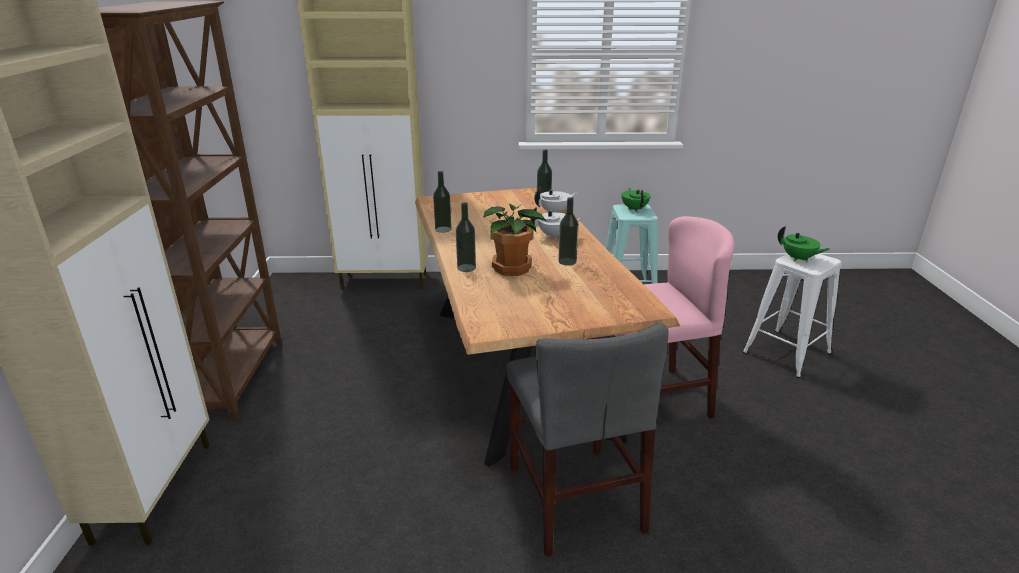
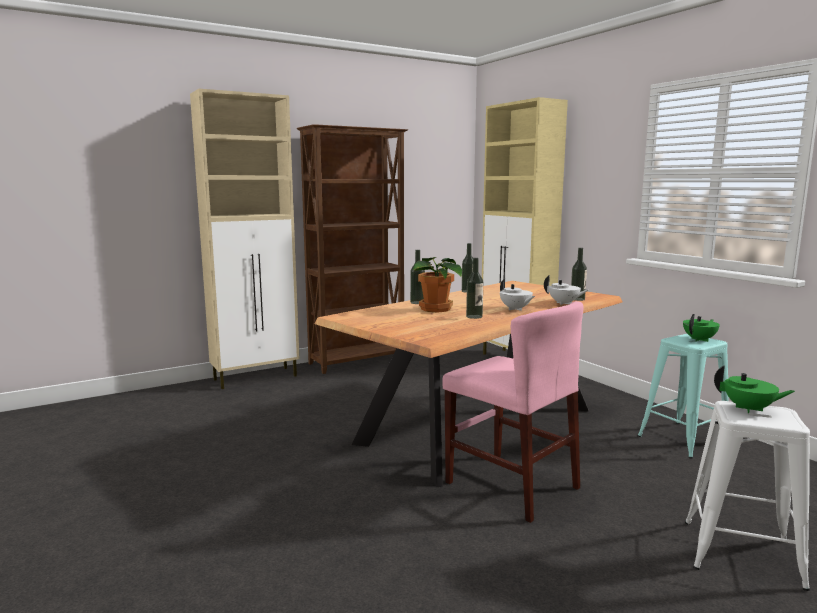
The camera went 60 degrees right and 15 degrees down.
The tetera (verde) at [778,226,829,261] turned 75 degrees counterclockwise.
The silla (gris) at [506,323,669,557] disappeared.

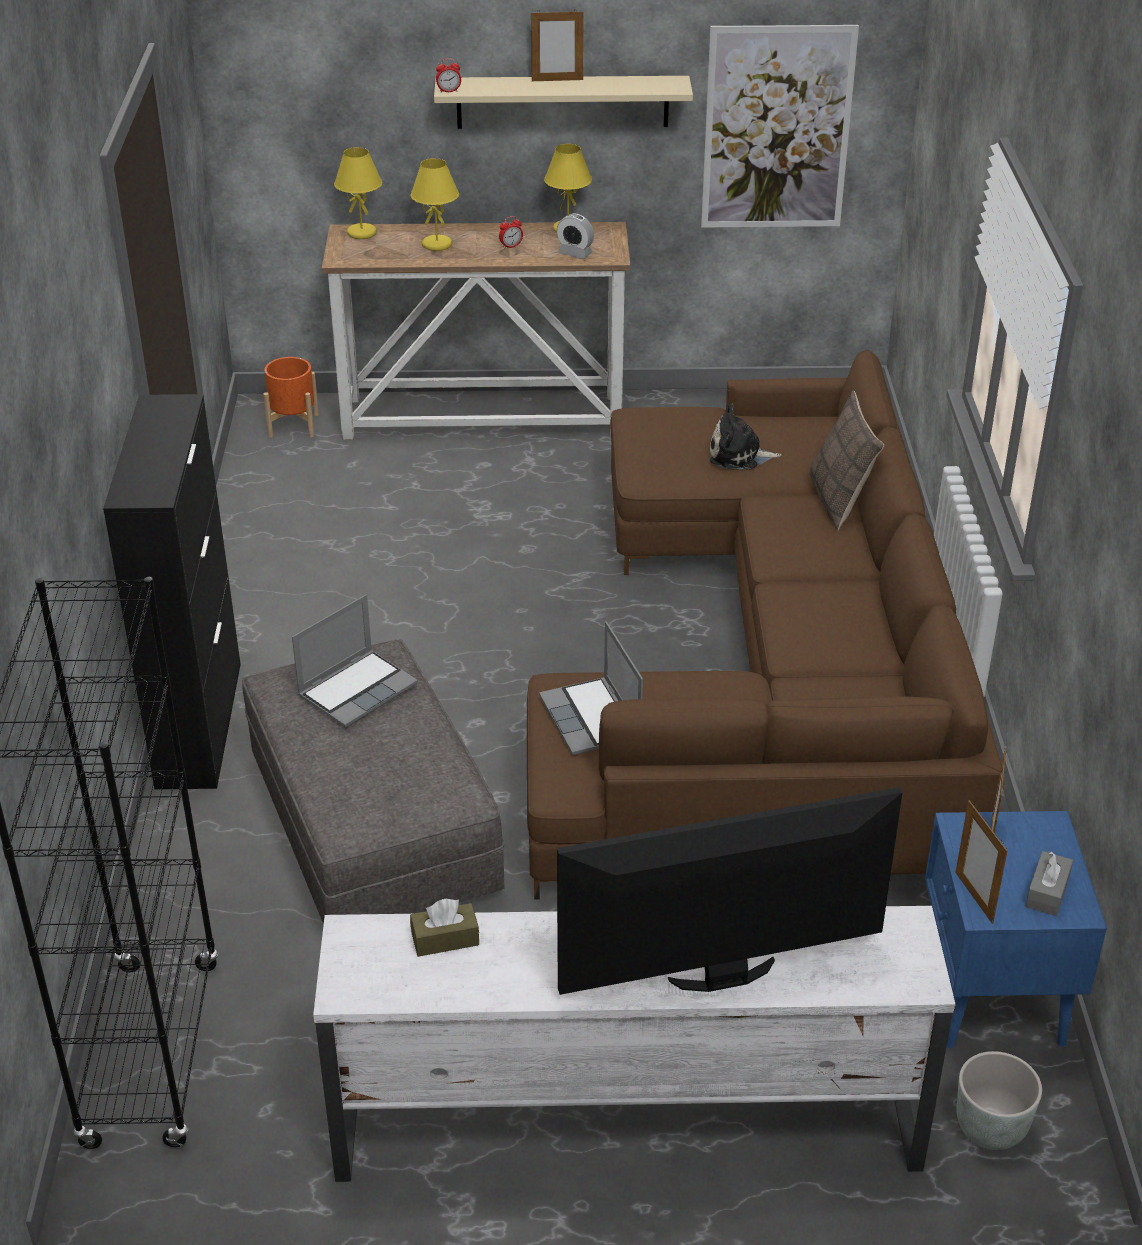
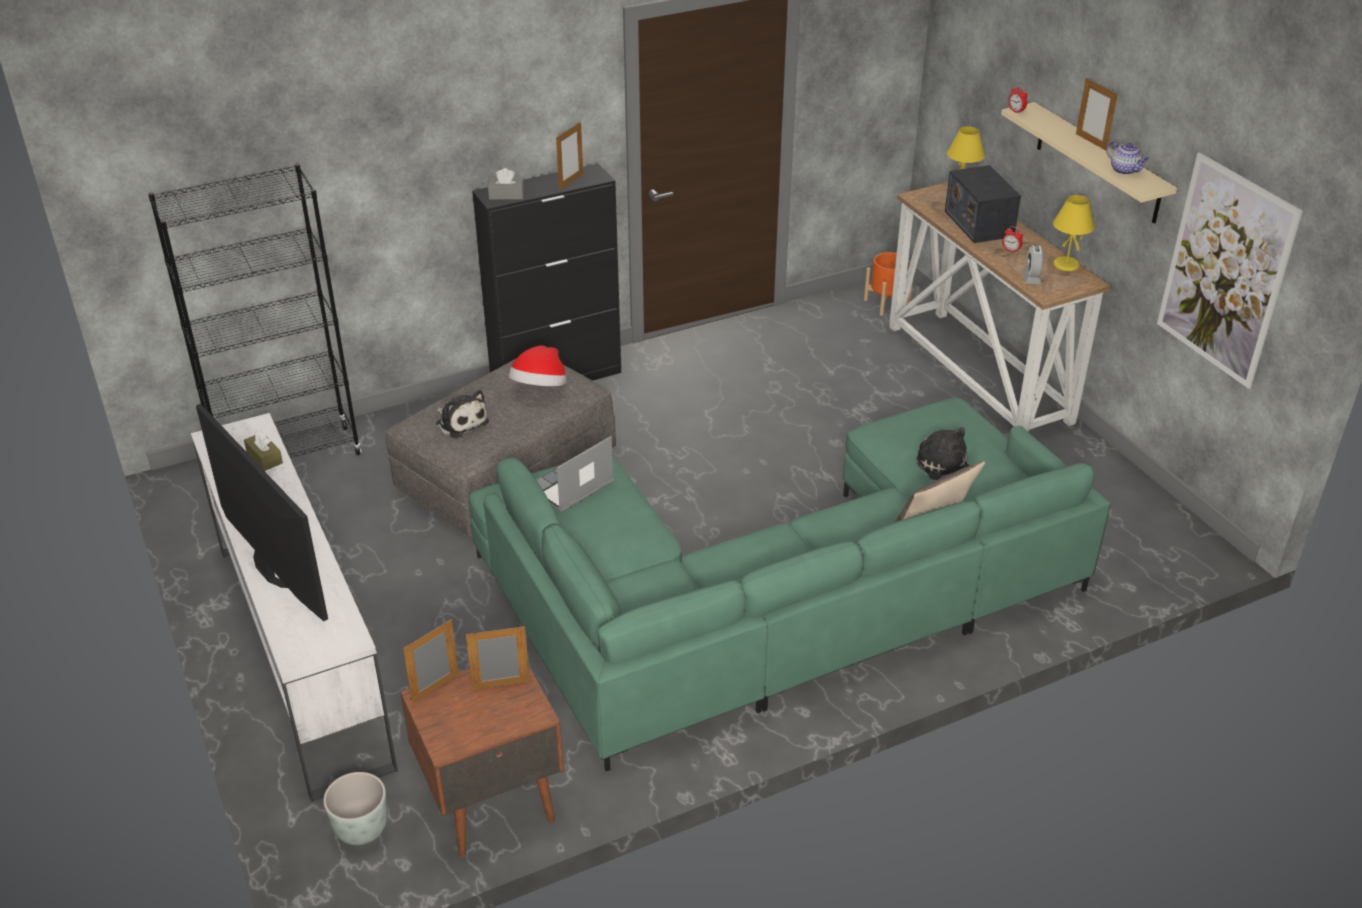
The camera went 65 degrees right and 0 degrees up.
The lámpara de mesa (amarillo) at [411,158,459,251] was replaced by the radio at [945,165,1021,243].
The sofá (marrón) at [527,350,1002,900] became the sofá (verde) at [469,398,1111,772].
The portátil at [292,594,418,728] was replaced by the sombrero at [508,345,566,386].
The mesita de noche (azul) at [925,811,1107,1049] became the mesita de noche (marrón) at [400,665,564,857].
The caja de pañuelos (gris) moved from [1025,851,1073,916] to [488,168,524,200].
The portarretratos at [556,122,583,190] appeared.
The tetera at [1106,141,1149,175] appeared.
The peluche at [436,390,489,439] appeared.

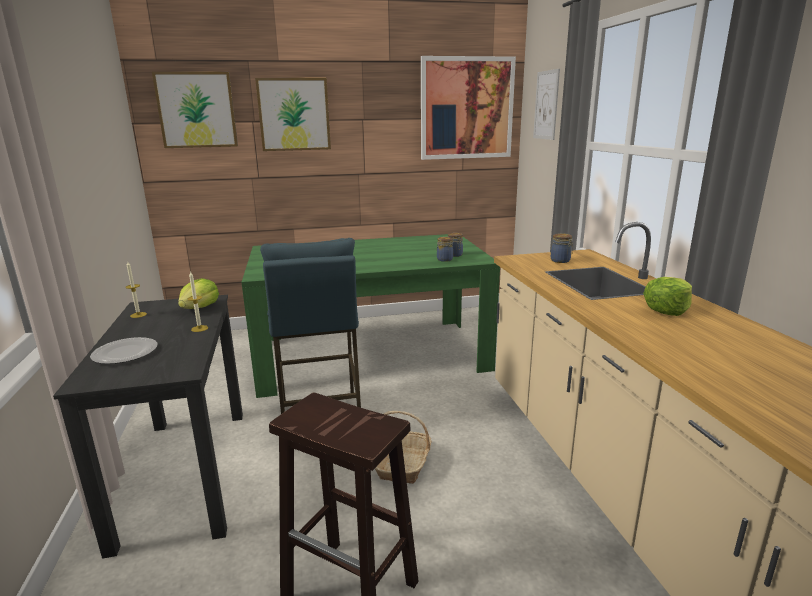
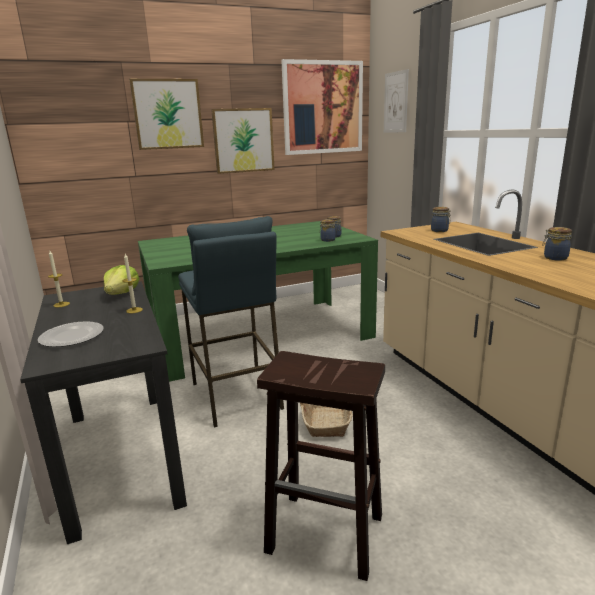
The camera went 10 degrees left and 0 degrees up.
The cuadro moved from [152,72,238,148] to [211,108,275,174].
The lechuga at [643,277,692,316] was replaced by the tarro at [542,227,572,261].

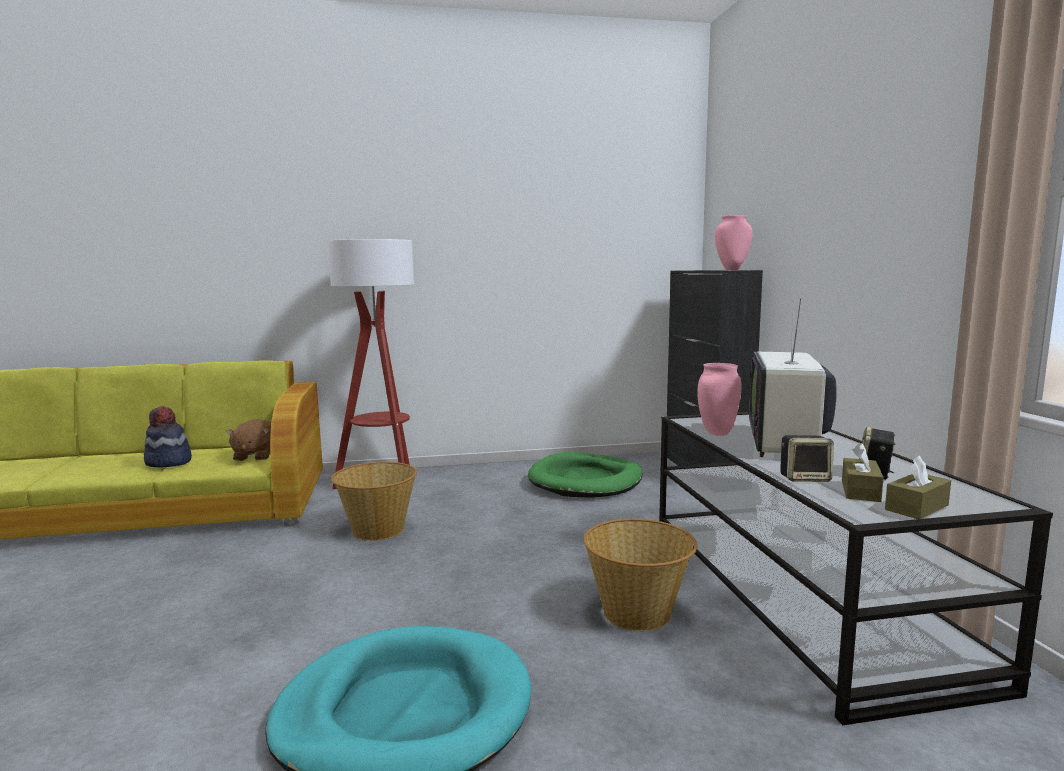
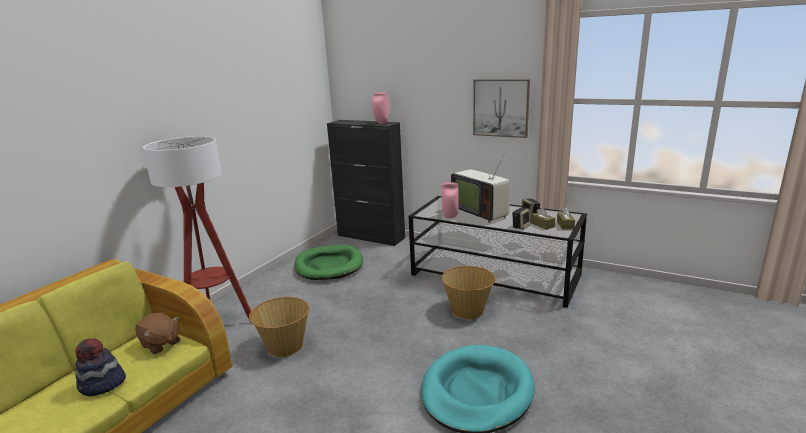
The camera went 50 degrees left and 10 degrees up.
The cuadro at [473,79,530,138] appeared.

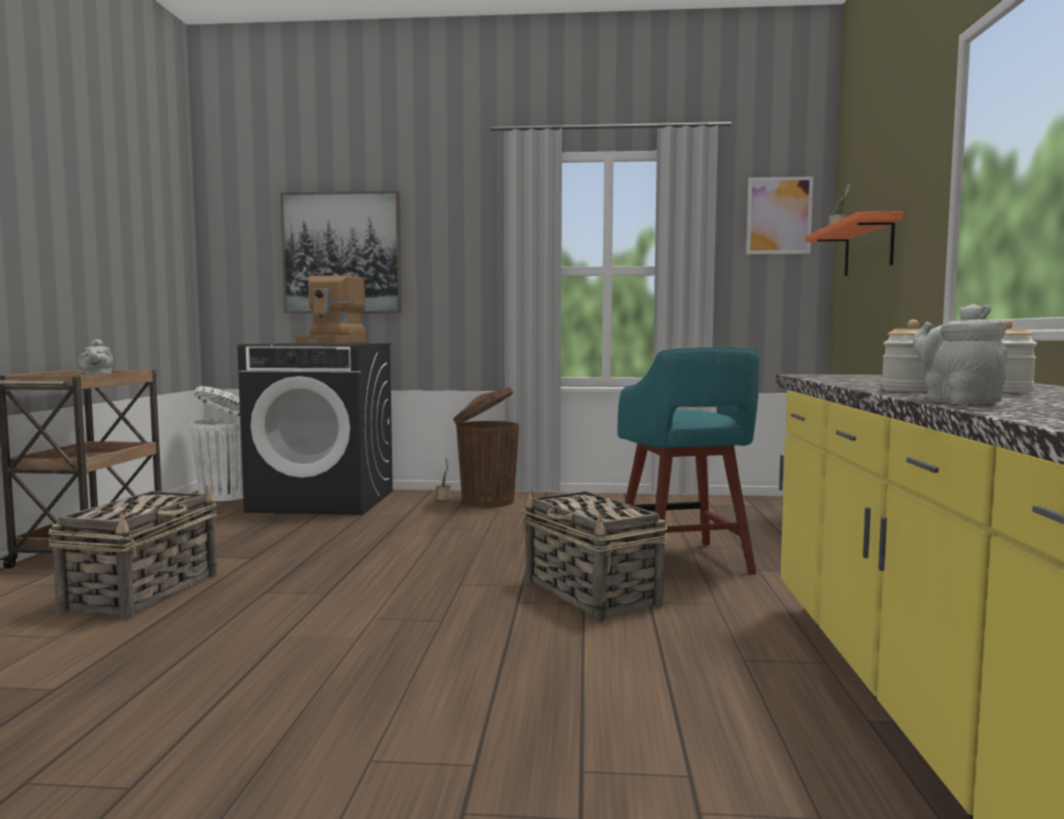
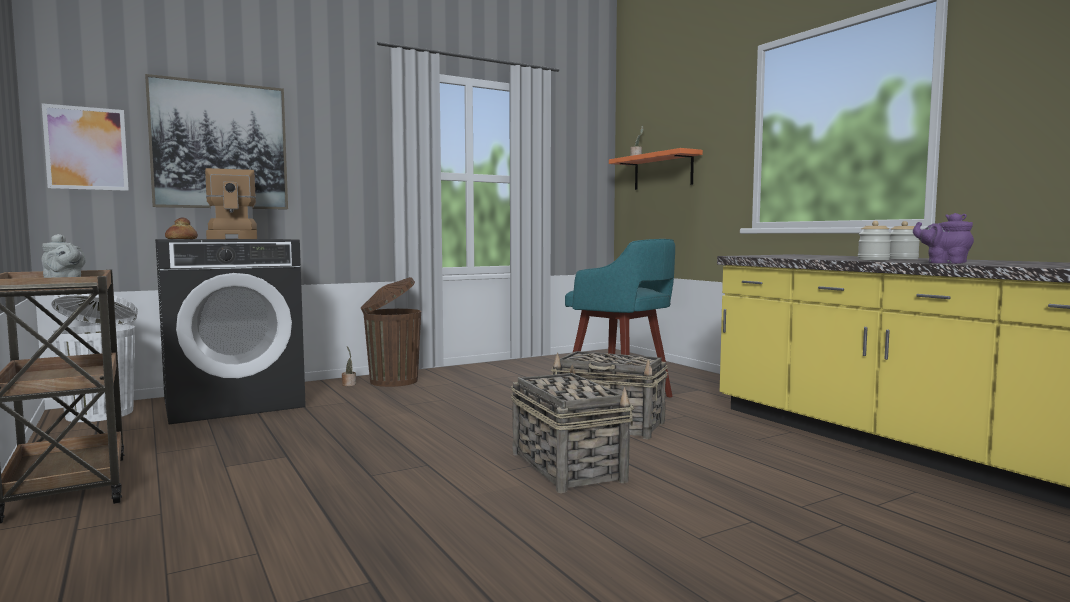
The camera went 35 degrees left and 0 degrees up.
The cuadro moved from [746,177,813,254] to [42,103,129,191].
The tetera (gris) at [913,304,1007,404] became the tetera (morado) at [913,213,974,264].
The cesta moved from [49,485,217,620] to [511,365,634,493].
The pan at [165,217,198,239] appeared.

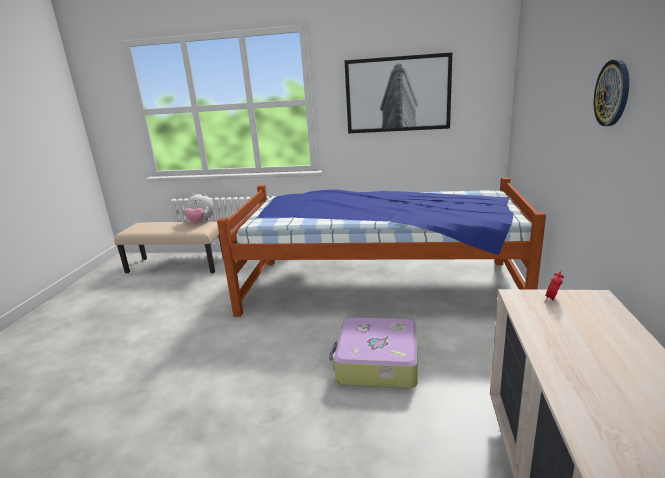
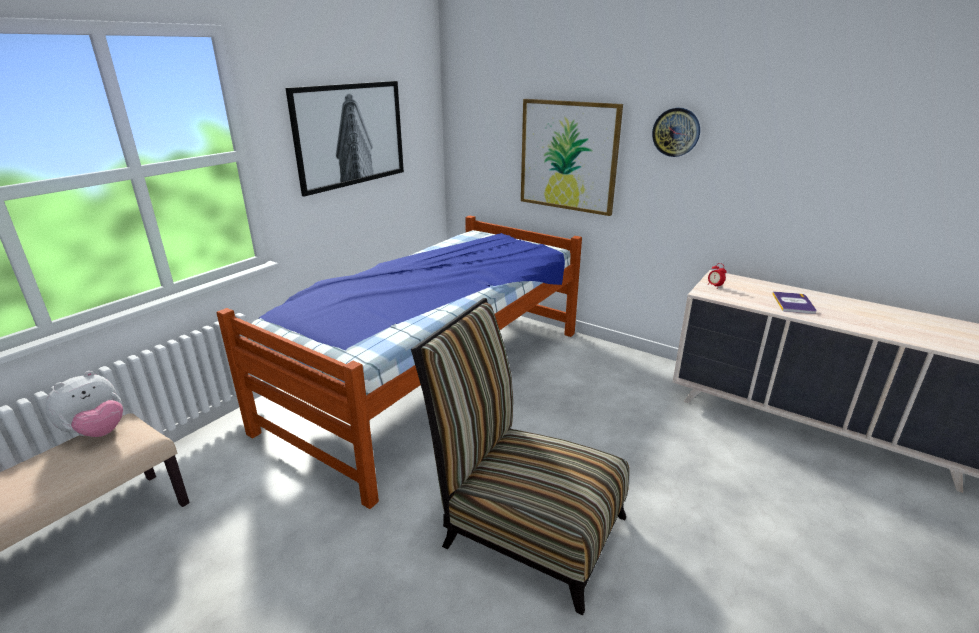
The camera went 65 degrees left and 5 degrees up.
The maleta at [329,317,418,389] disappeared.
The cuadro at [521,99,623,216] appeared.
The libro at [772,291,817,314] appeared.
The silla at [411,298,629,615] appeared.

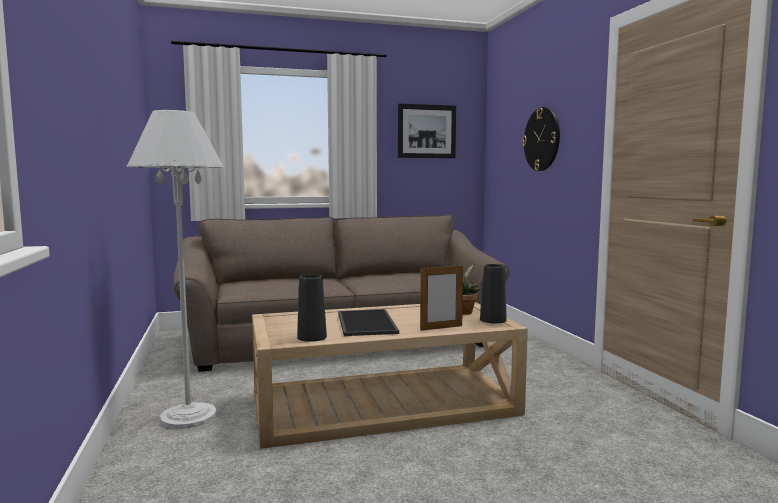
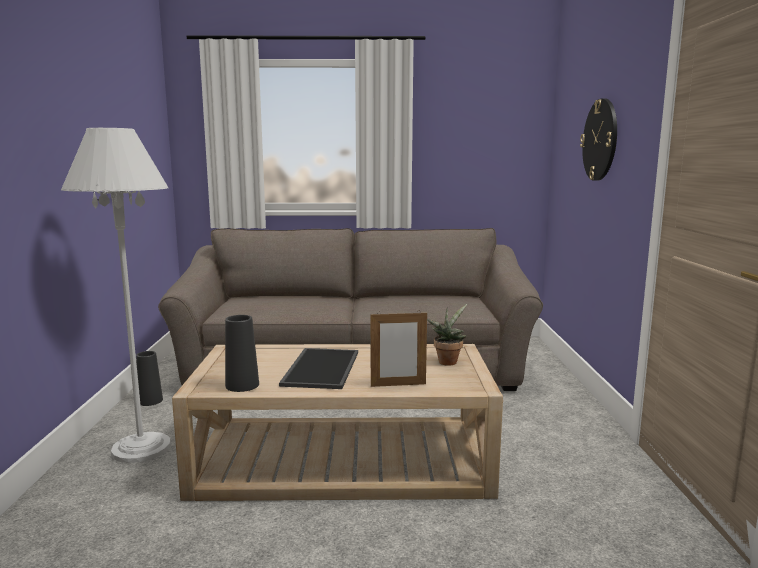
The camera went 15 degrees right and 5 degrees up.
The cuadro at [398,103,456,158] disappeared.
The florero (negro) moved from [480,264,507,323] to [136,351,163,406].

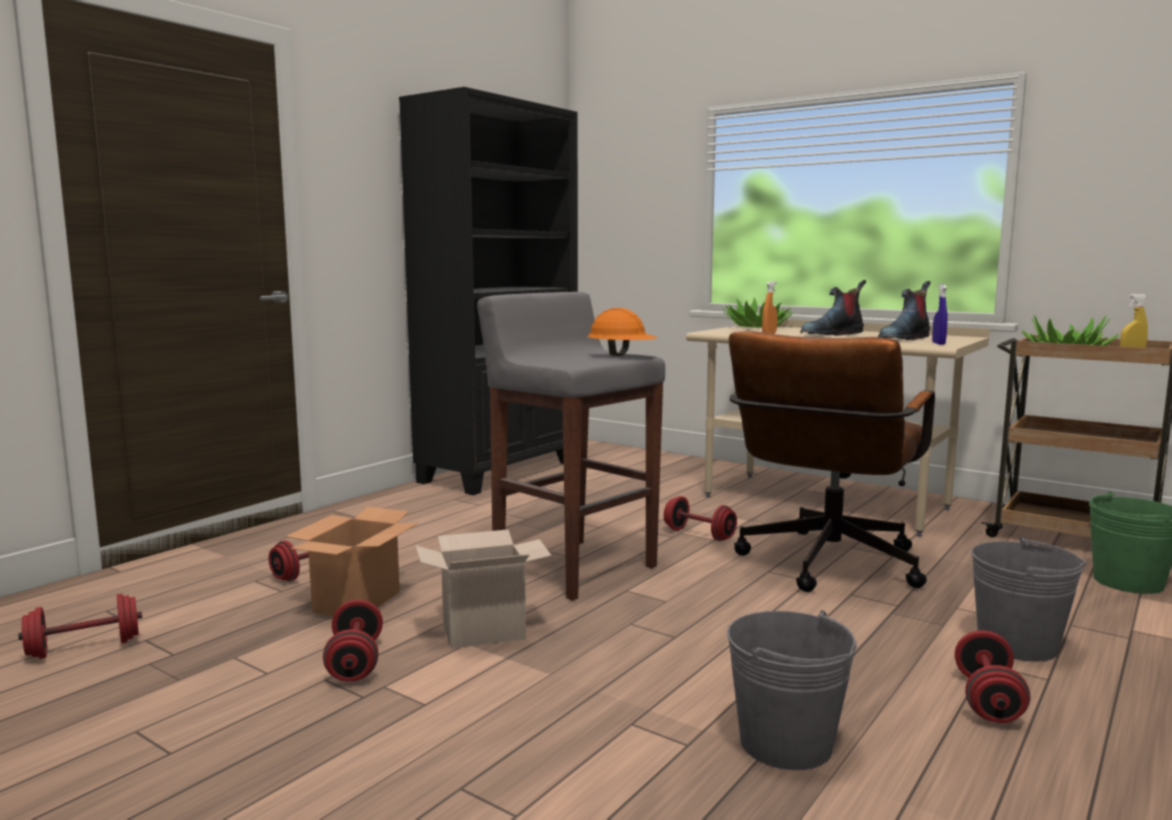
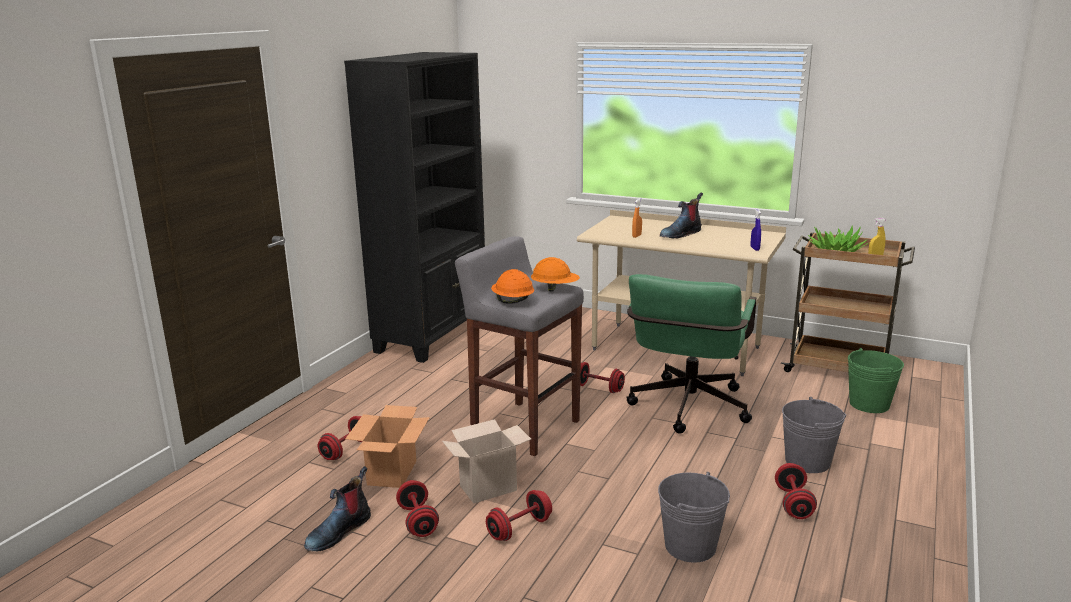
The camera went 10 degrees left and 10 degrees up.
The bota moved from [878,281,930,340] to [304,466,371,551].
The planta en maceta at [722,297,794,327] disappeared.
The silla de oficina (marrón) at [729,331,935,592] became the silla de oficina (verde) at [626,274,756,434].
The mancuerna (rojo) moved from [18,594,142,659] to [486,490,552,541].
The casco (naranja) at [491,269,534,304] appeared.

